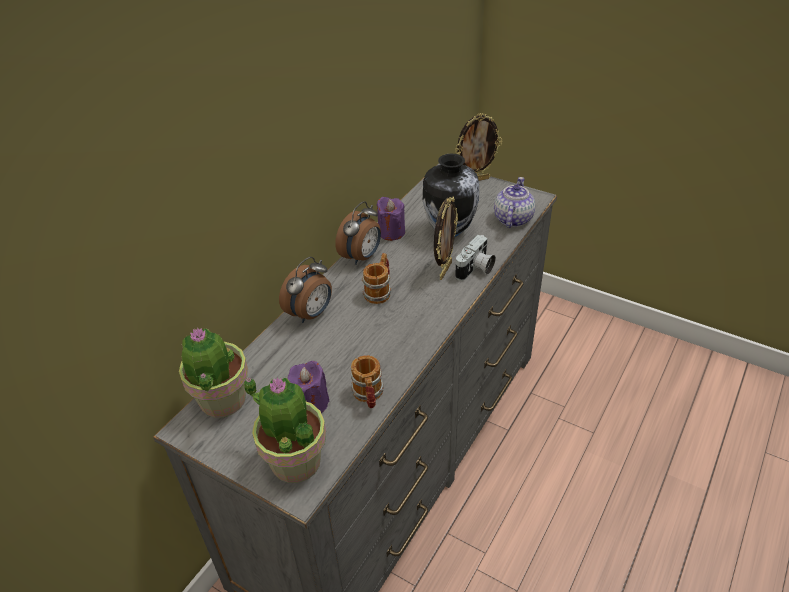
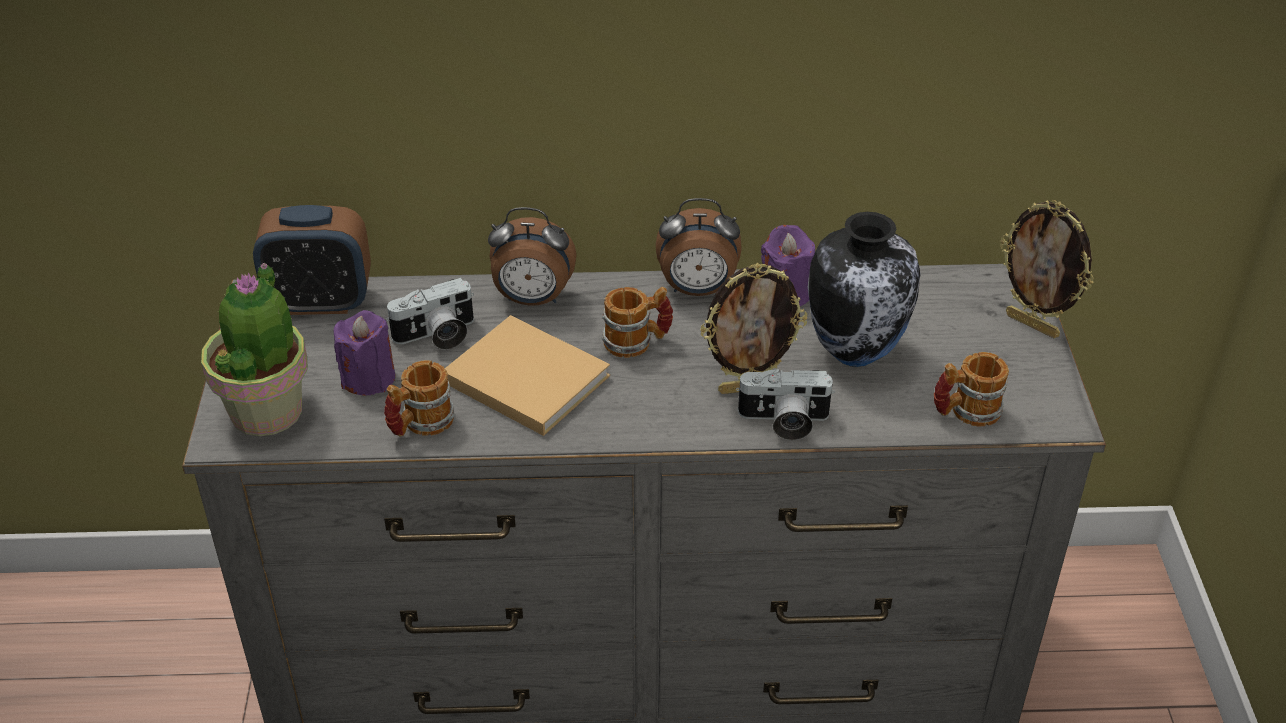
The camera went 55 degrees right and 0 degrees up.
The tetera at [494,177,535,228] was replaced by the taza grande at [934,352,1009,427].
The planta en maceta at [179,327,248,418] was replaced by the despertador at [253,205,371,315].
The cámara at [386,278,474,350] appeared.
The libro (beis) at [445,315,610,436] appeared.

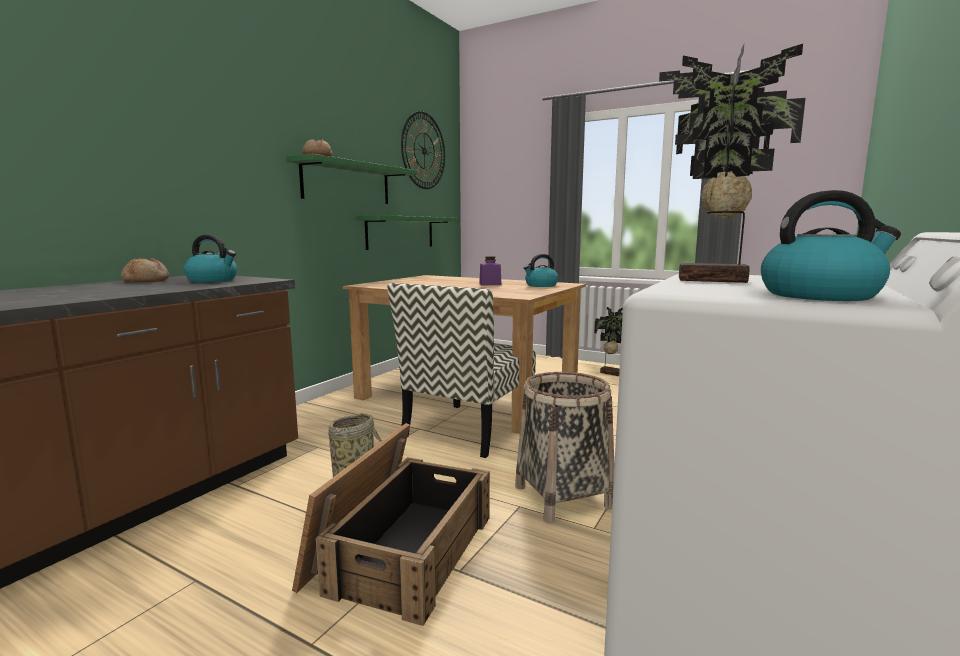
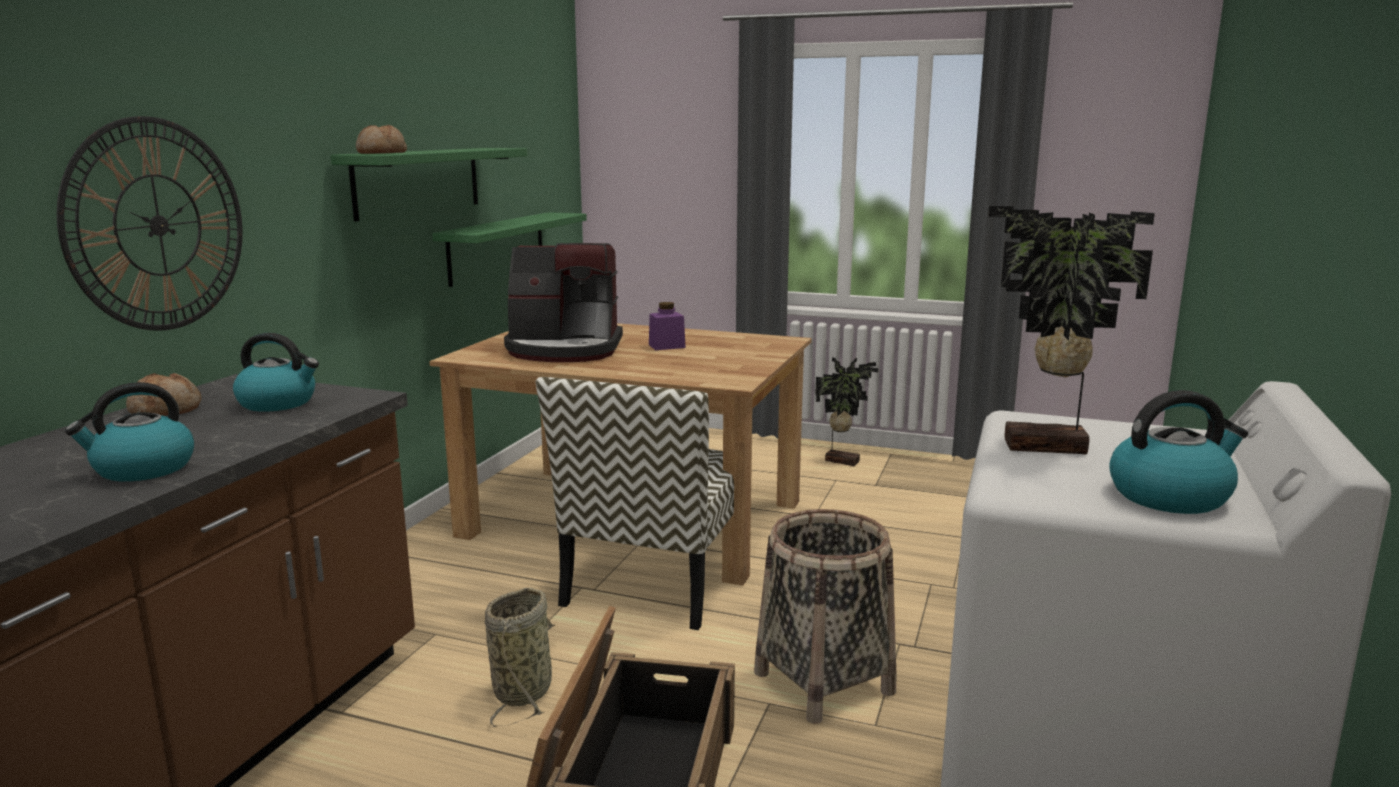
The camera went 10 degrees left and 5 degrees up.
The reloj de pared moved from [401,111,445,189] to [57,116,243,331].
The hervidor moved from [523,254,558,287] to [65,382,194,481].
The cafetera at [504,243,623,362] appeared.

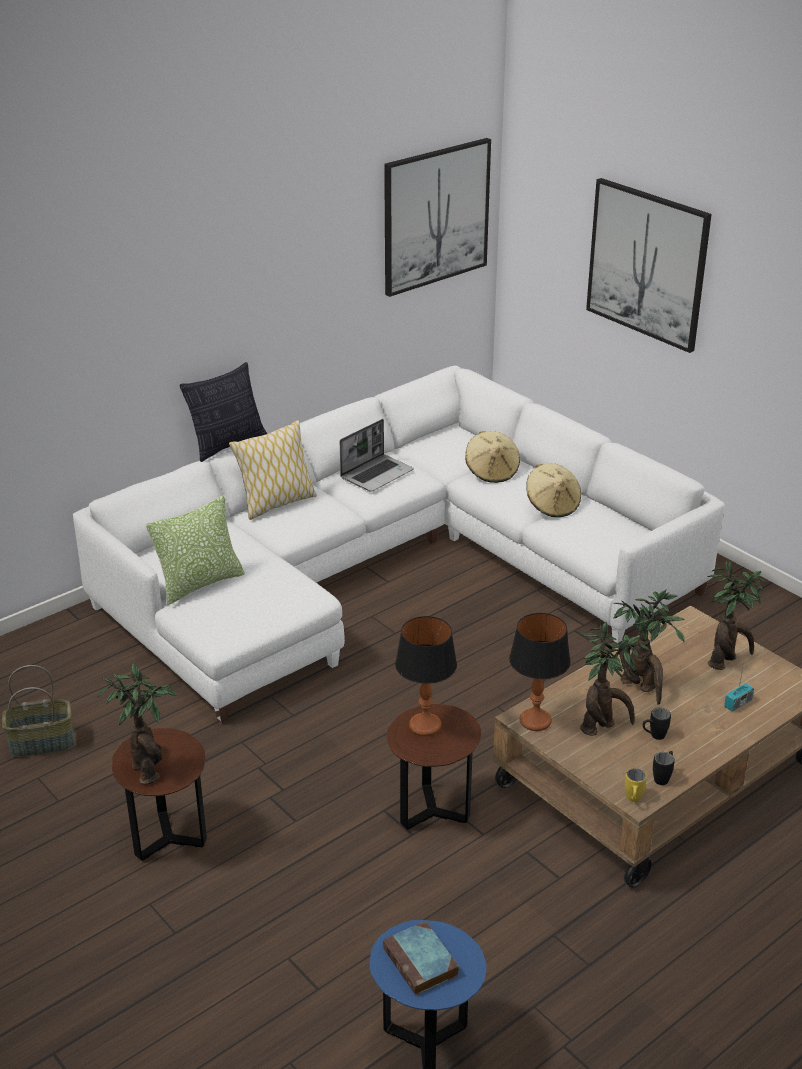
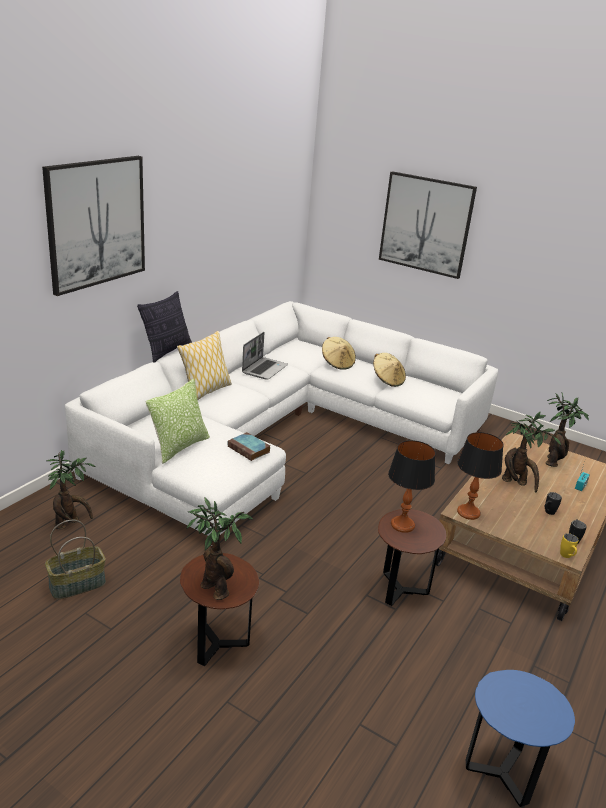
The camera went 20 degrees left and 5 degrees down.
The cuadro moved from [384,138,491,297] to [42,156,145,296].
The planta en maceta moved from [580,621,649,736] to [47,450,96,529].
The libro moved from [383,921,459,995] to [228,432,270,461].

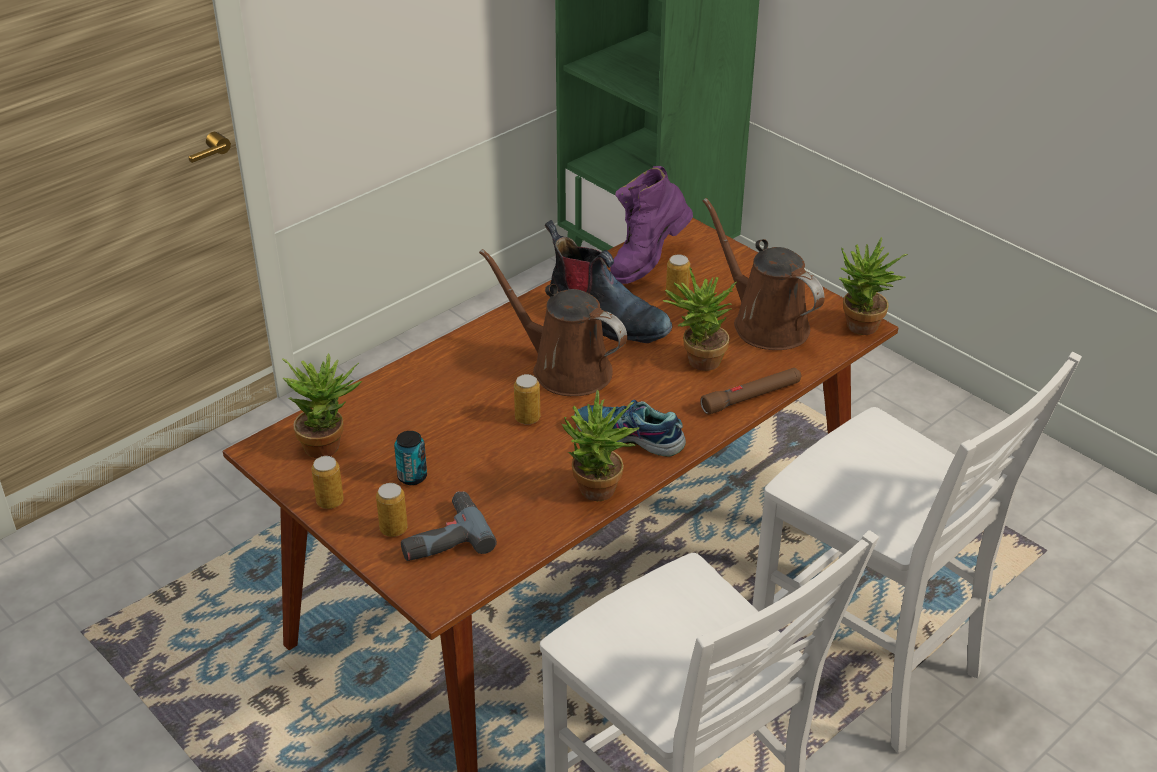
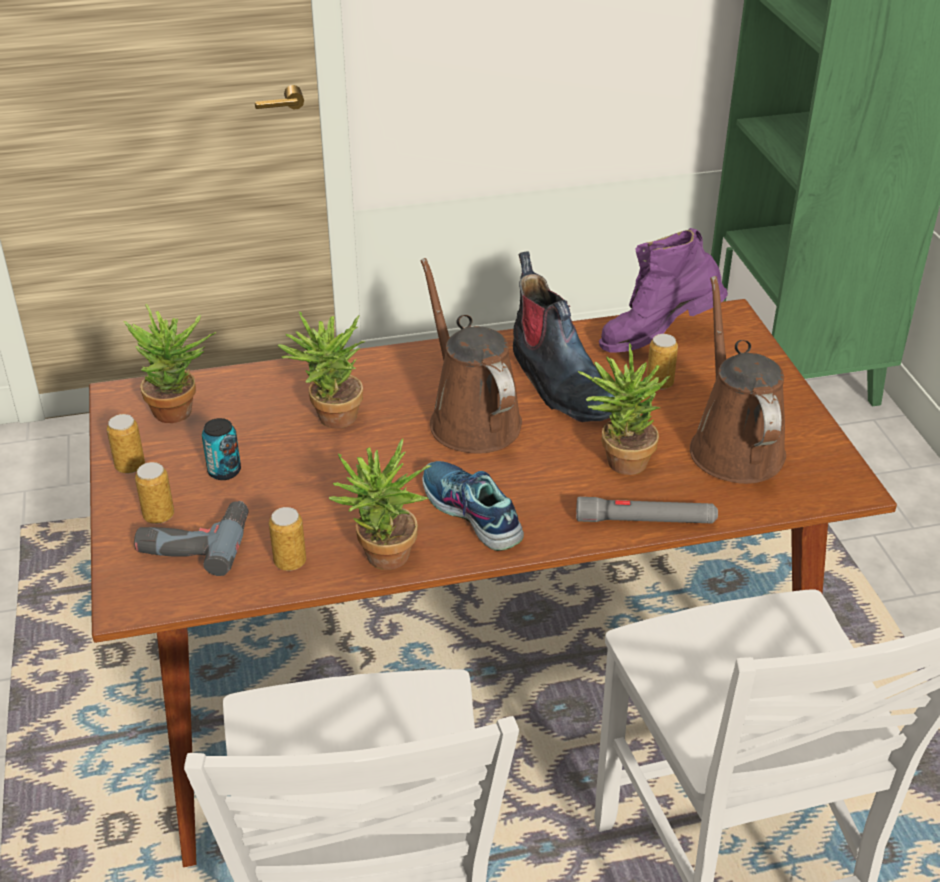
The camera went 30 degrees right and 0 degrees up.
The planta en maceta moved from [839,237,908,335] to [277,311,365,428].
The linterna (marrón) at [700,368,801,415] became the linterna (gris) at [576,497,718,523].
The lata moved from [514,374,540,425] to [269,507,306,571].

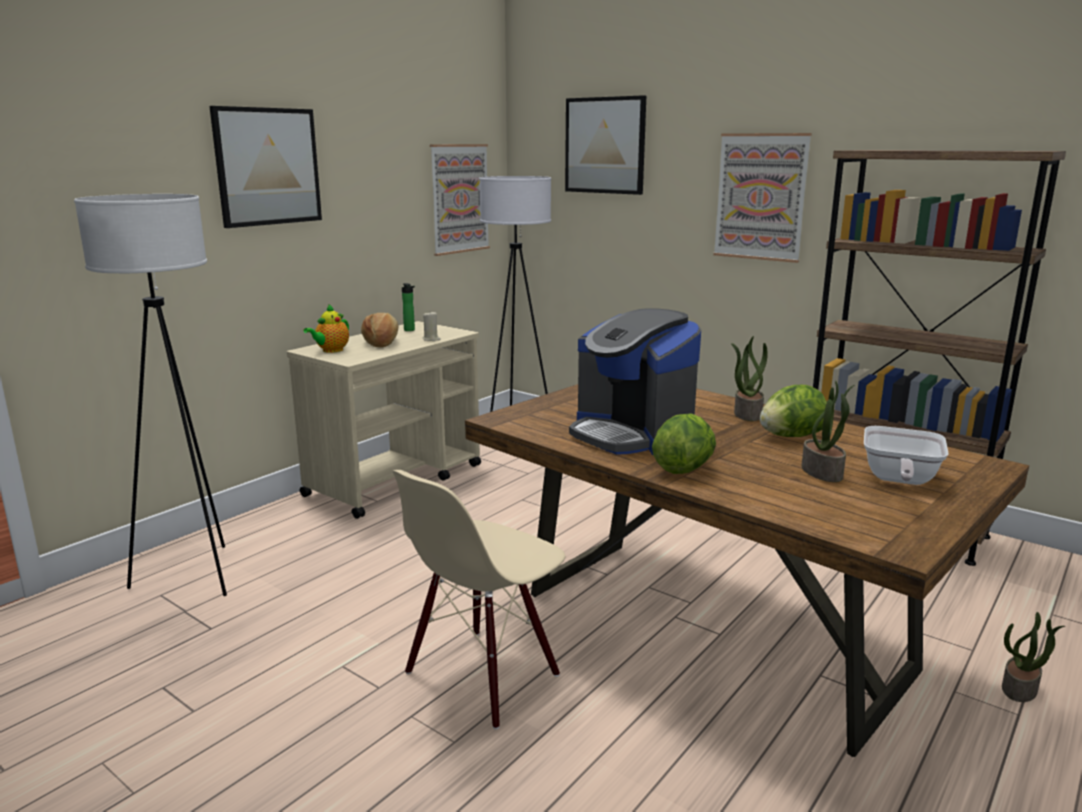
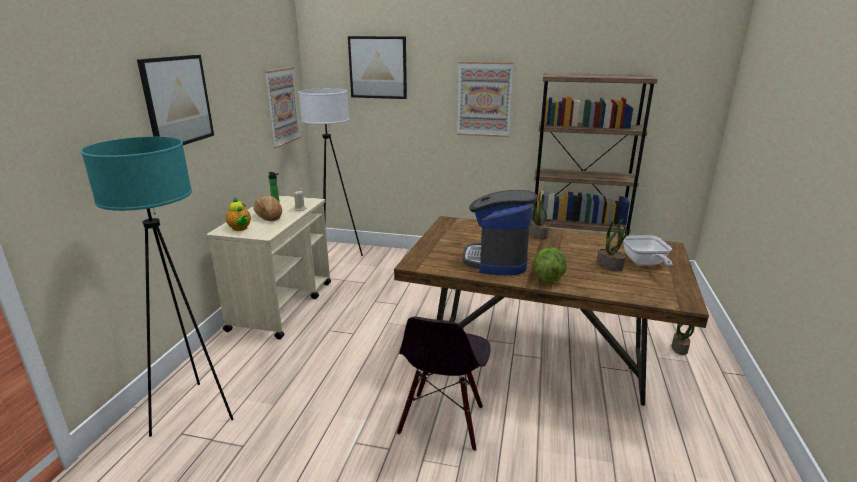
The camera went 25 degrees left and 5 degrees up.
The lámpara de pie (blanco) at [74,194,227,596] became the lámpara de pie (turquesa) at [81,137,233,437].
The tetera at [303,304,349,353] turned 45 degrees counterclockwise.
The cafetera at [569,308,701,455] turned 75 degrees clockwise.
The lechuga at [760,385,827,437] disappeared.
The silla (beis) at [393,470,565,729] became the silla (negro) at [397,317,491,451].

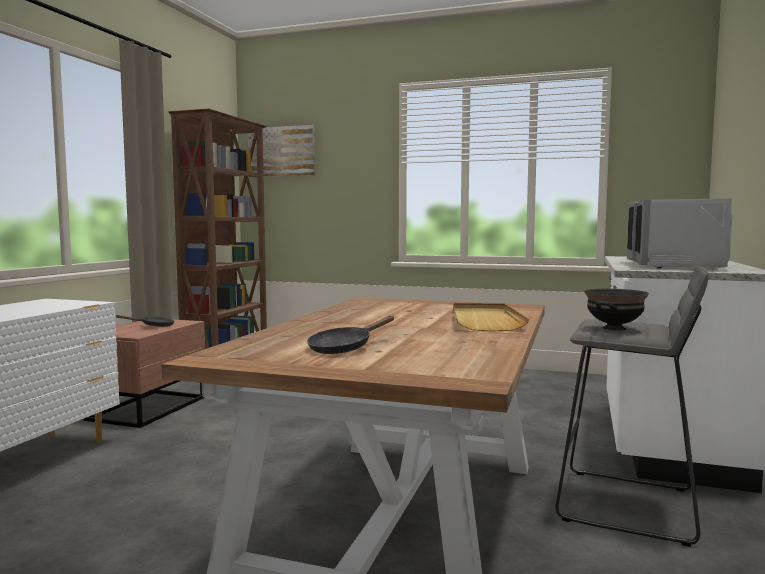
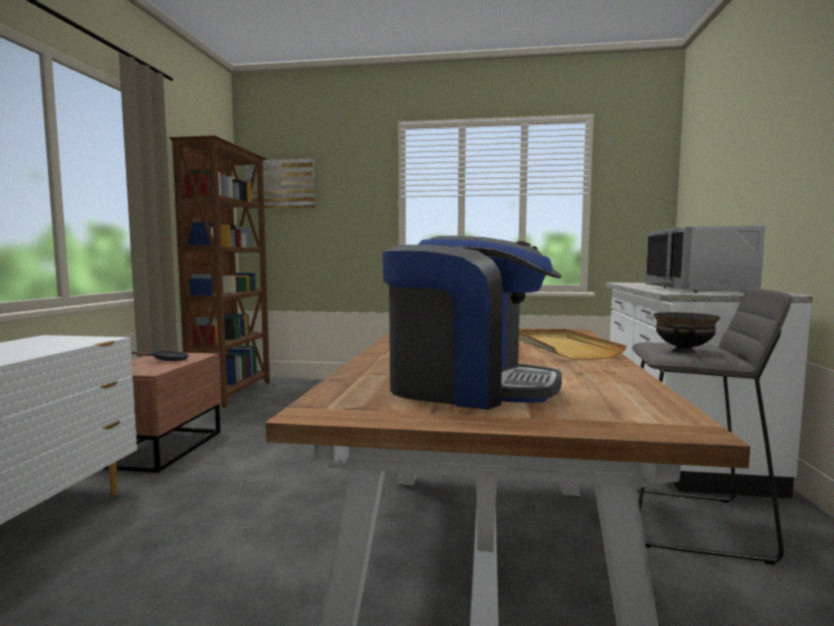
The camera went 10 degrees left and 0 degrees up.
The sartén (negro) at [307,316,394,354] was replaced by the cafetera at [382,236,562,410].

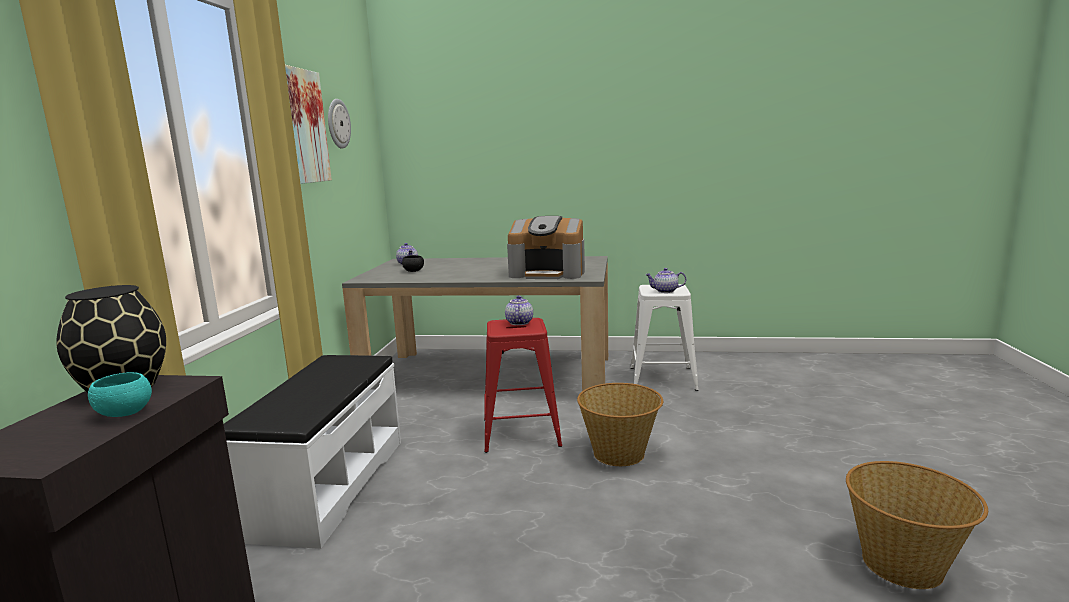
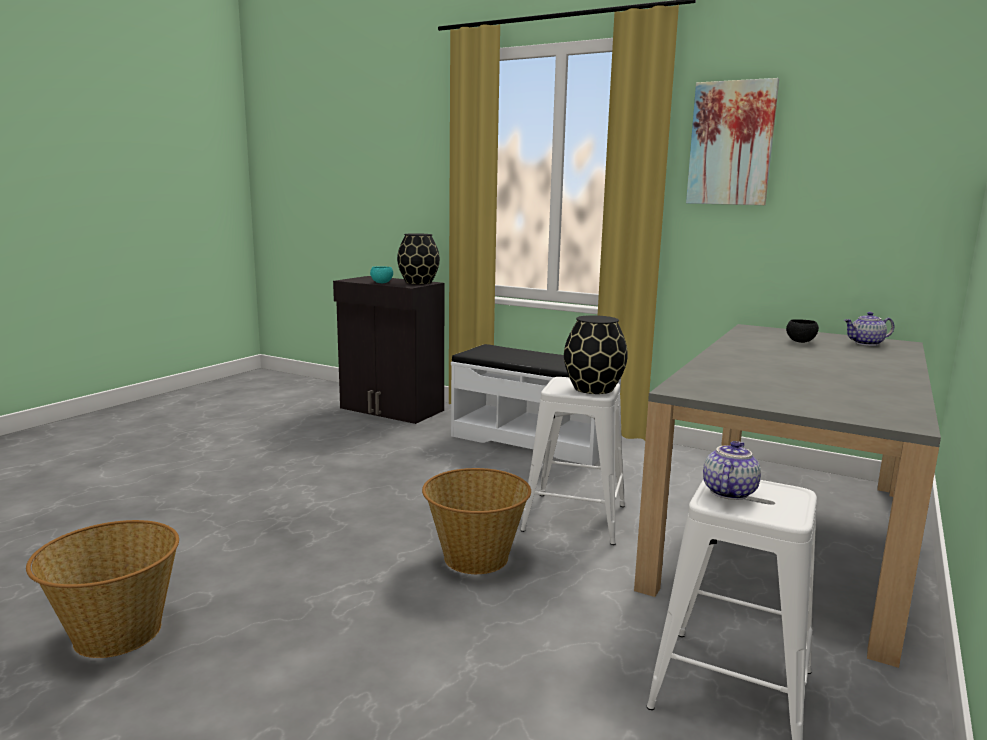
The camera went 110 degrees right and 0 degrees up.
The reloj de pared at [328,99,351,149] disappeared.
The cafetera at [507,216,585,279] disappeared.
The tetera at [505,295,533,325] was replaced by the florero (negro) at [564,315,628,394].
The taburete (rojo) at [484,318,562,453] became the taburete (blanco) at [521,377,625,545].

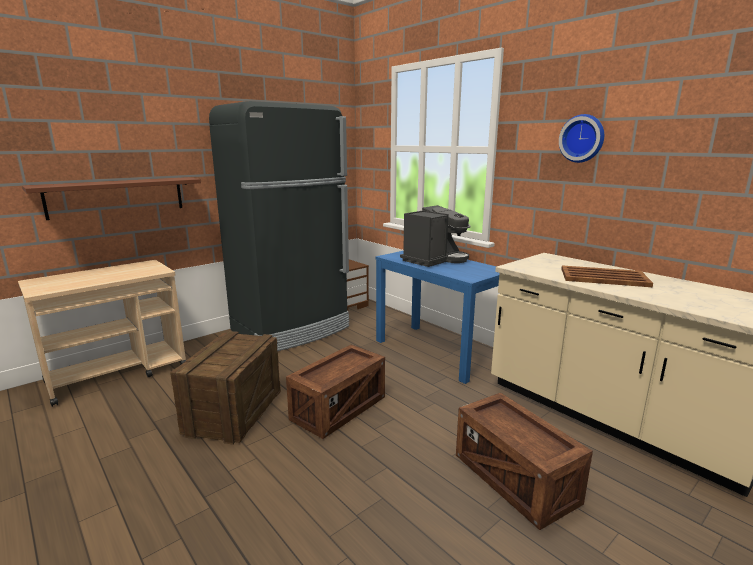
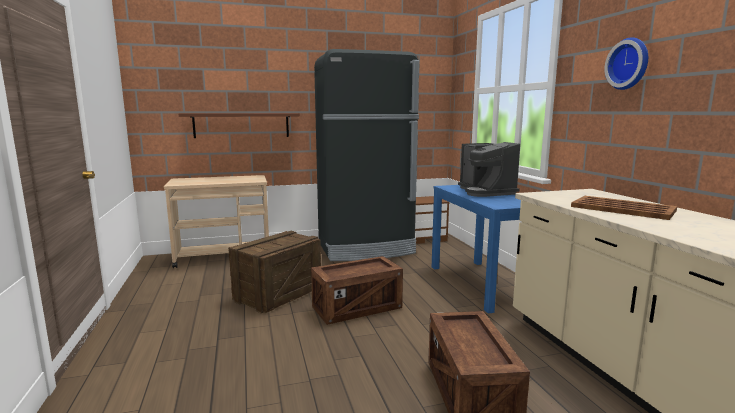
The camera went 25 degrees right and 5 degrees down.
The cafetera at [400,205,471,267] turned 90 degrees clockwise.

